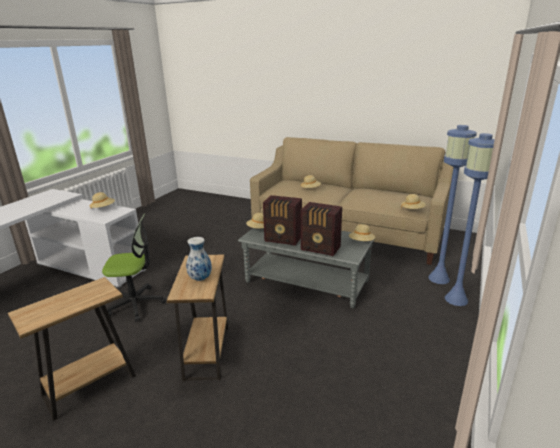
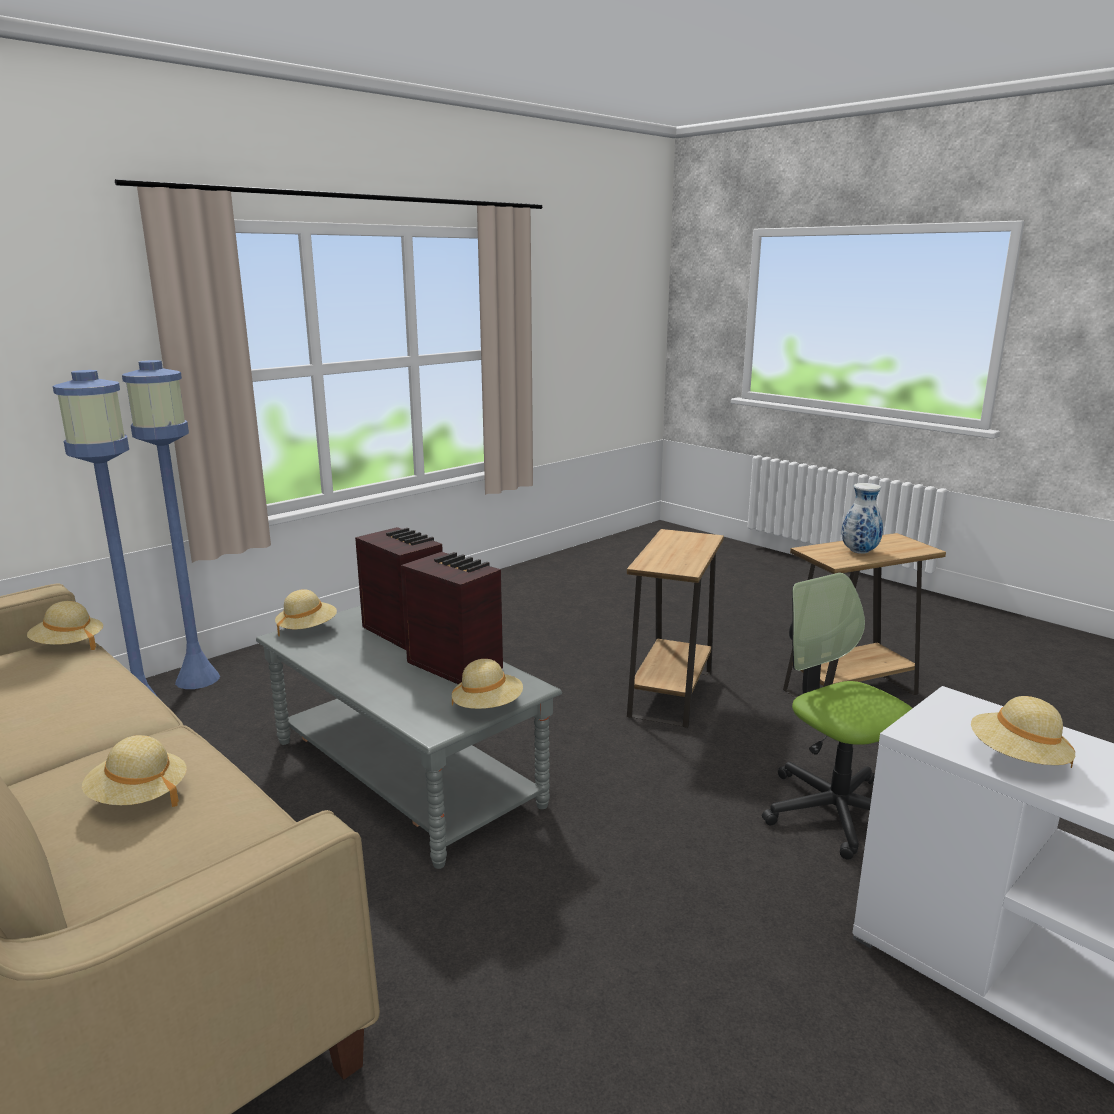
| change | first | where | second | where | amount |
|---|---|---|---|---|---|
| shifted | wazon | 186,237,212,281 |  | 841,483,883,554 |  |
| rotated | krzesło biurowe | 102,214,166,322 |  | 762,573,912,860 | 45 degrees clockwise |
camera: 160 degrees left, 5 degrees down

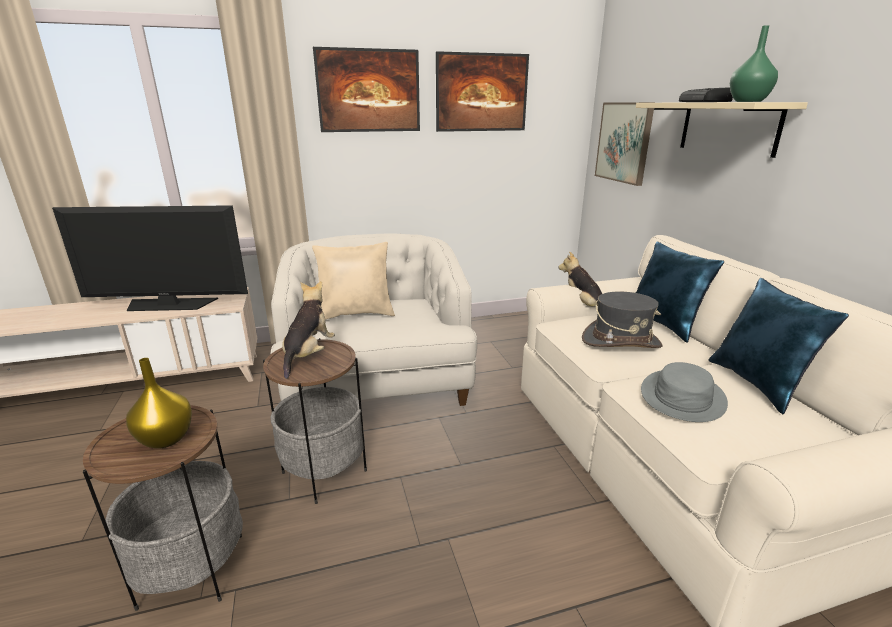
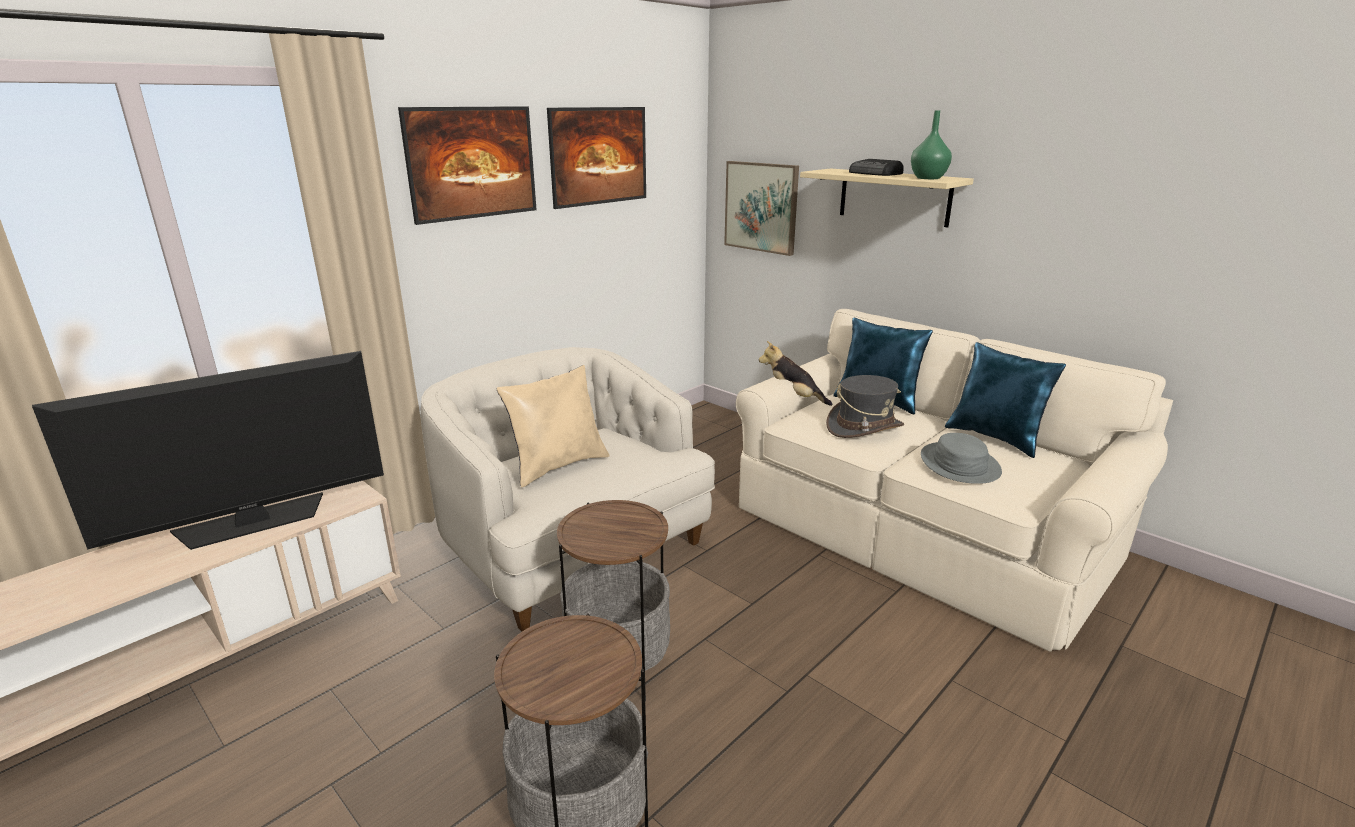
| change | first | where | second | where | amount |
|---|---|---|---|---|---|
| gone | wazon/żółty | 126,358,192,449 |  |  |  |
| gone | pluszak | 282,281,335,379 |  |  |  |
camera: 30 degrees left, 0 degrees up

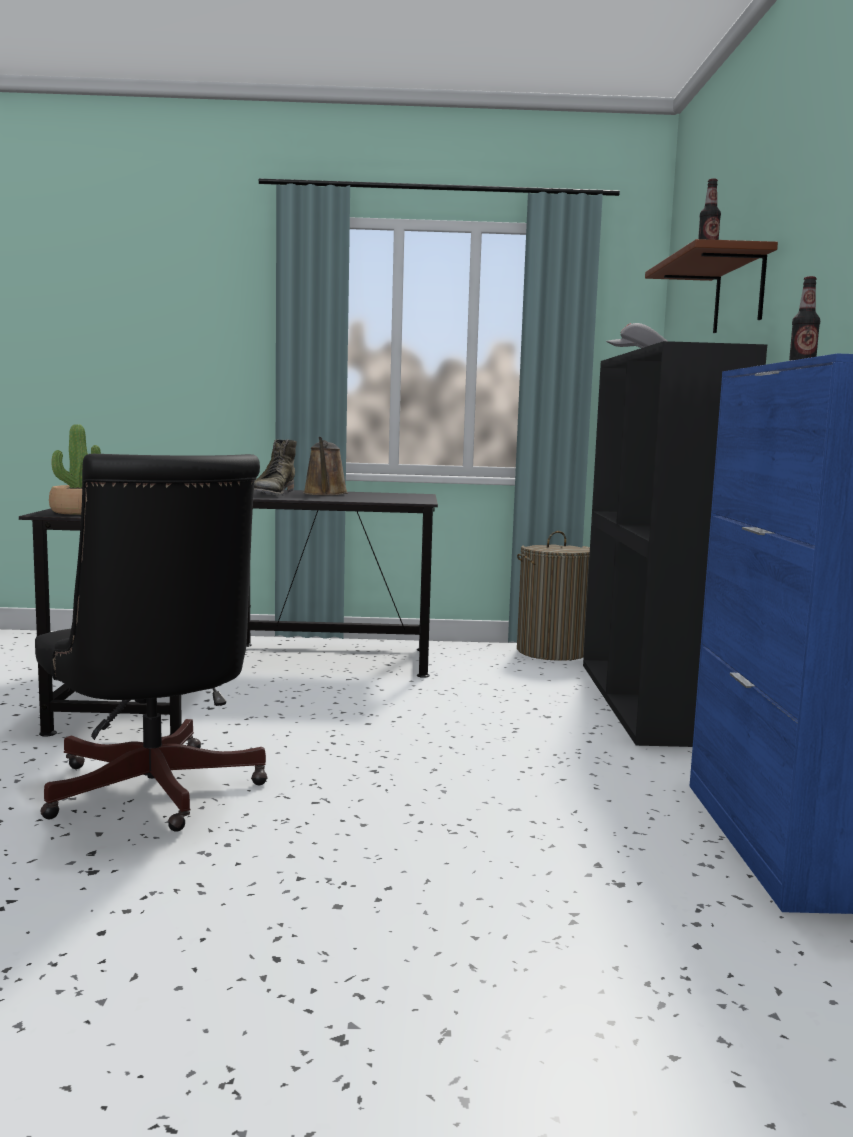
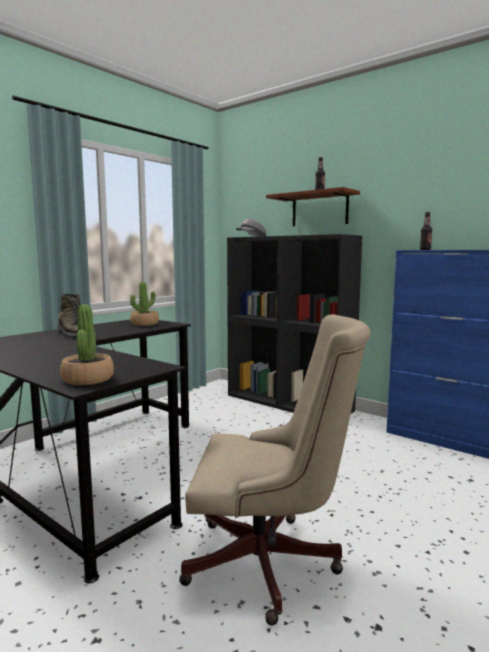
| change | first | where | second | where | amount |
|---|---|---|---|---|---|
| gone | konewka/brązowy | 303,437,348,496 |  |  |  |
| gone | kosz na pranie | 517,531,590,661 |  |  |  |
| new |  |  | roślina doniczkowa | 130,282,159,326 |  |
| repainted | krzesło biurowe/czarny | 35,454,268,832 | krzesło biurowe/beżowy | 179,314,370,625 |  |
camera: 50 degrees left, 0 degrees up

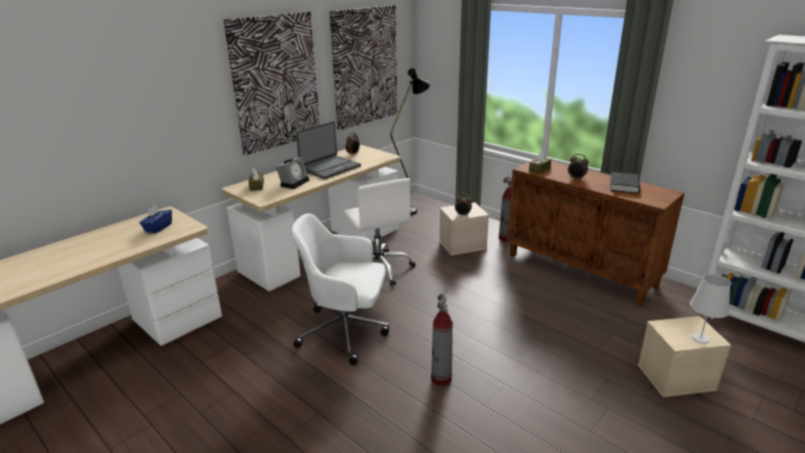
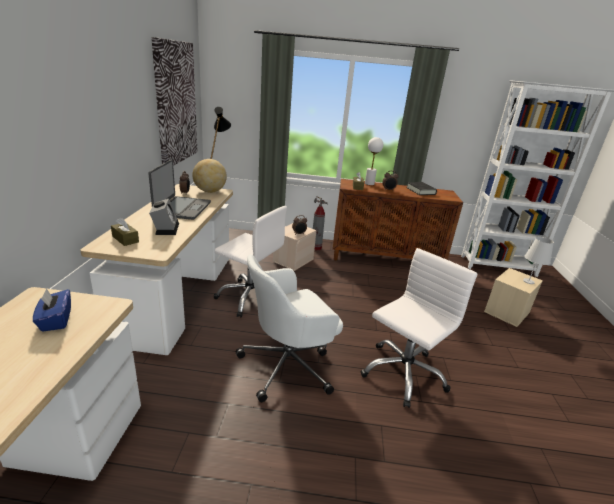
| change | first | where | second | where | amount |
|---|---|---|---|---|---|
| gone | obraz | 224,11,320,155 |  |  |  |
| new |  |  | globus | 192,159,227,193 |  |
| new |  |  | lampa stołowa/biały | 365,137,383,185 |  |
| swapped | gaśnica | 431,291,453,386 | krzesło biurowe/biały | 360,248,478,408 |  |
camera: 40 degrees left, 0 degrees up

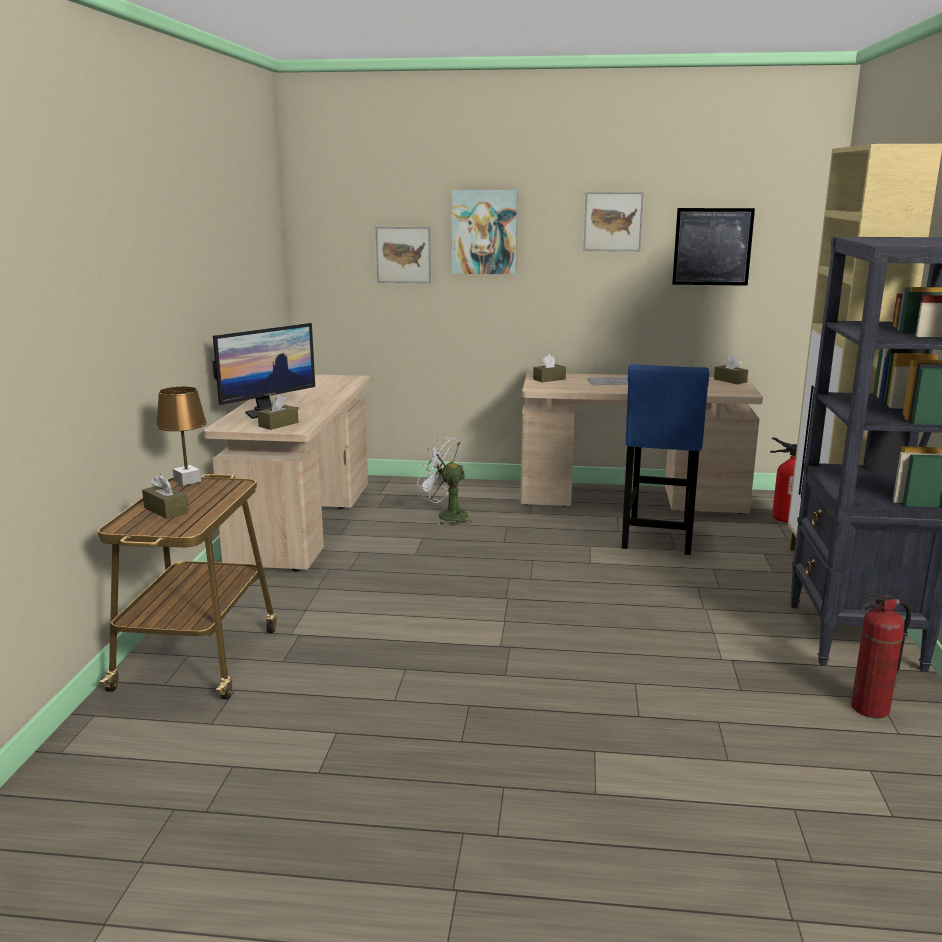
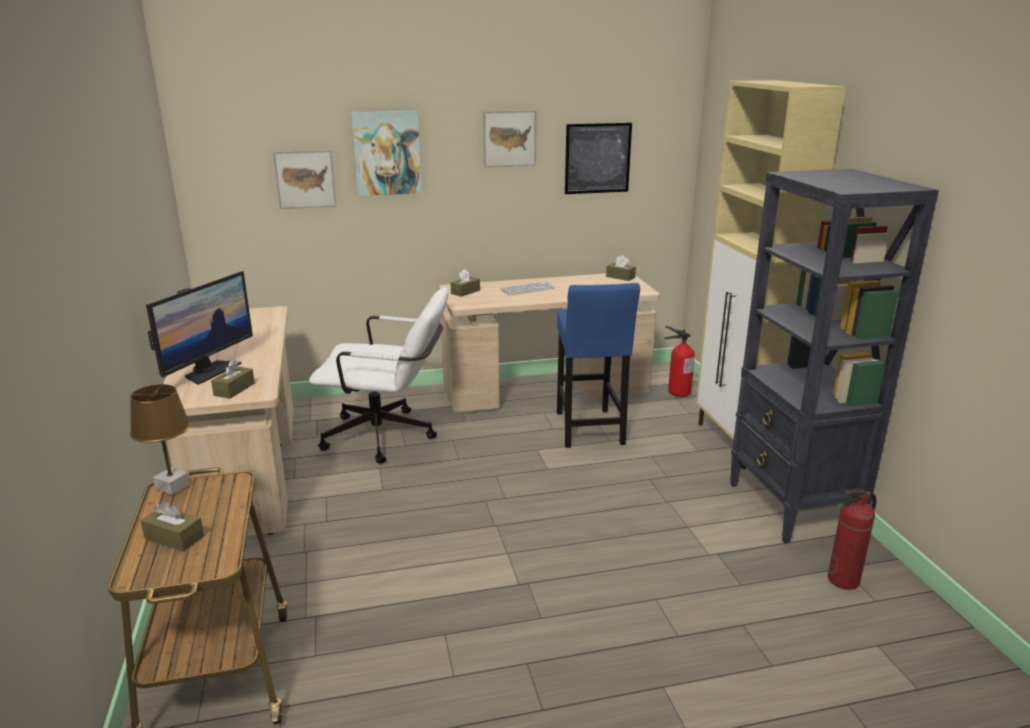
| change | first | where | second | where | amount |
|---|---|---|---|---|---|
| swapped | wentylator/biały | 417,436,472,526 | krzesło biurowe/biały | 309,287,449,464 |  |
camera: 20 degrees left, 5 degrees up

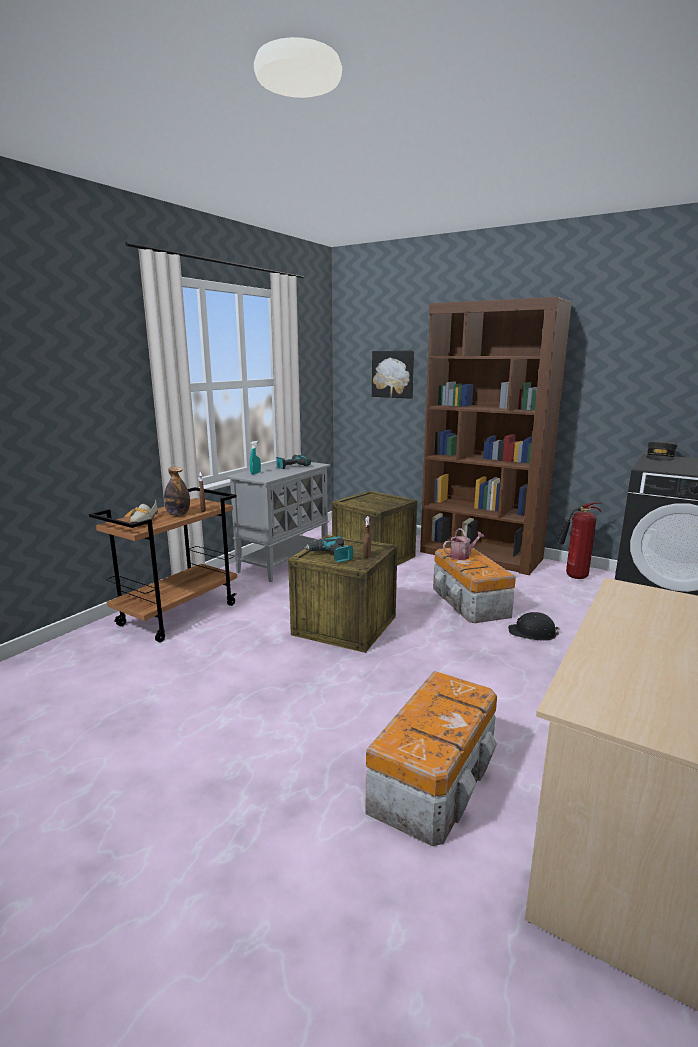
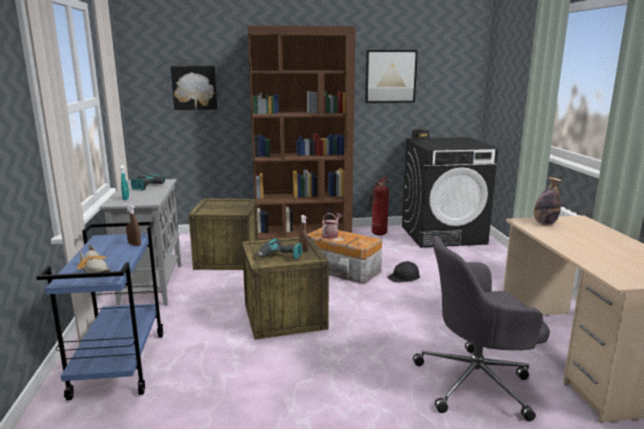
| change | first | where | second | where | amount |
|---|---|---|---|---|---|
| new |  |  | obraz | 365,50,418,103 |  |
| shifted | butelka | 164,467,190,516 |  | 534,177,562,225 |  |
| swapped | pojemnik do przechowywania | 365,671,497,846 | krzesło biurowe/szary | 413,236,550,421 |  |
| repainted | wózek/brązowy | 89,487,237,642 | wózek/niebieski | 36,222,163,400 |  |
camera: 40 degrees left, 0 degrees up

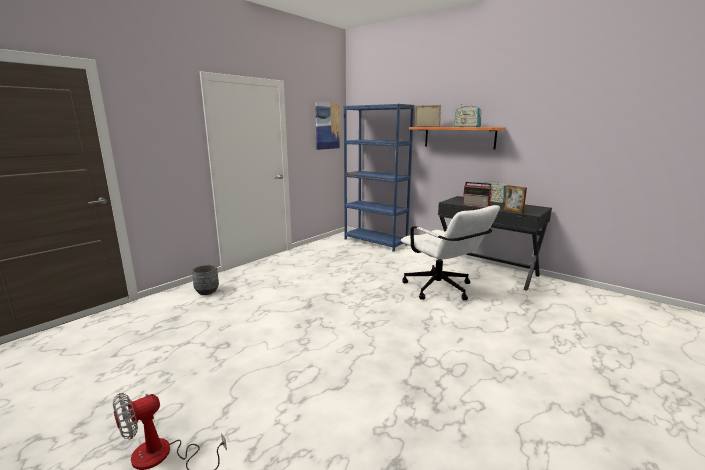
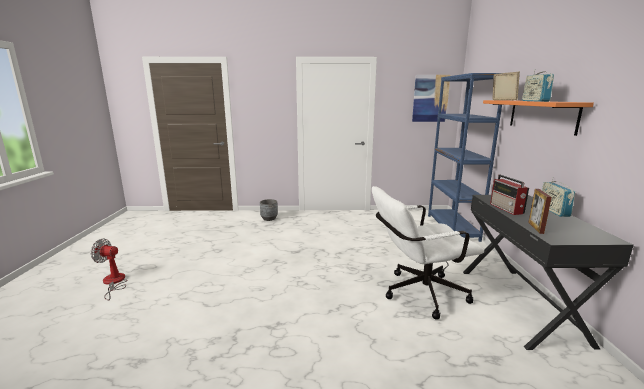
| change | first | where | second | where | amount |
|---|---|---|---|---|---|
| rotated | krzesło biurowe/biały | 401,205,500,300 |  | 372,186,484,320 | 60 degrees clockwise |
camera: 50 degrees right, 0 degrees up

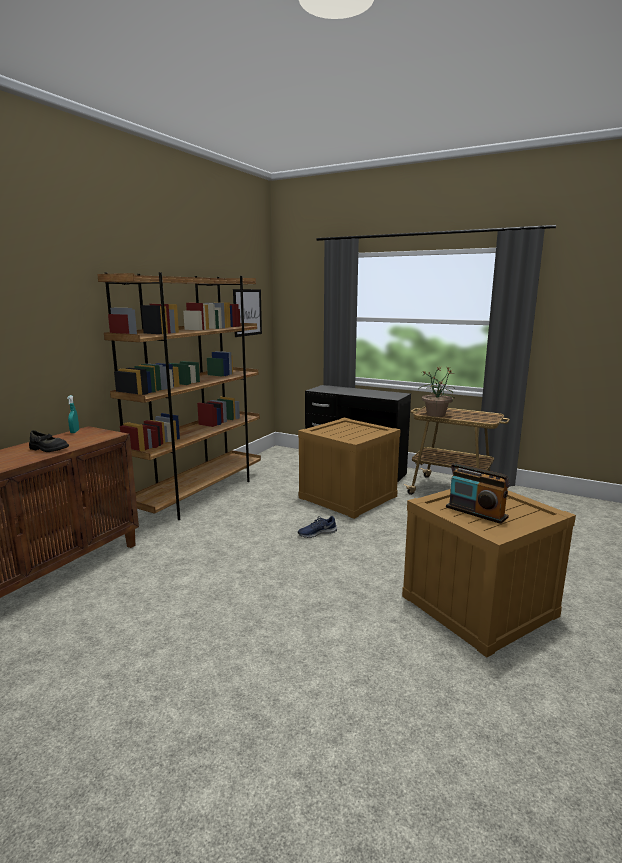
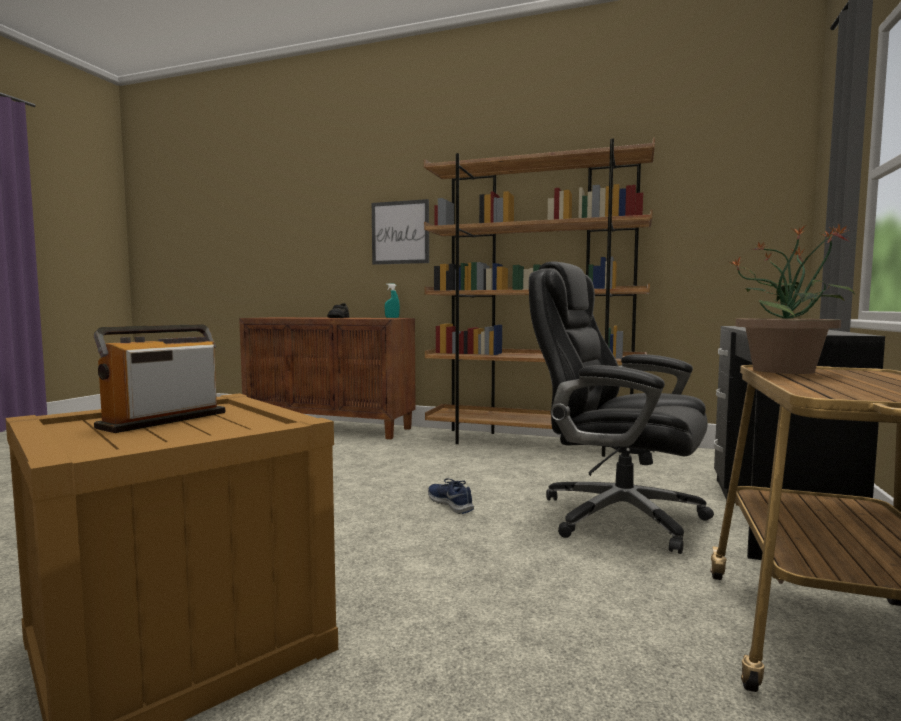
| change | first | where | second | where | amount |
|---|---|---|---|---|---|
| shifted | obraz | 233,289,262,337 |  | 372,199,429,265 |  |
| swapped | skrzynka | 298,418,401,519 | krzesło biurowe/czarny | 529,261,714,554 |  |
camera: 80 degrees right, 10 degrees down

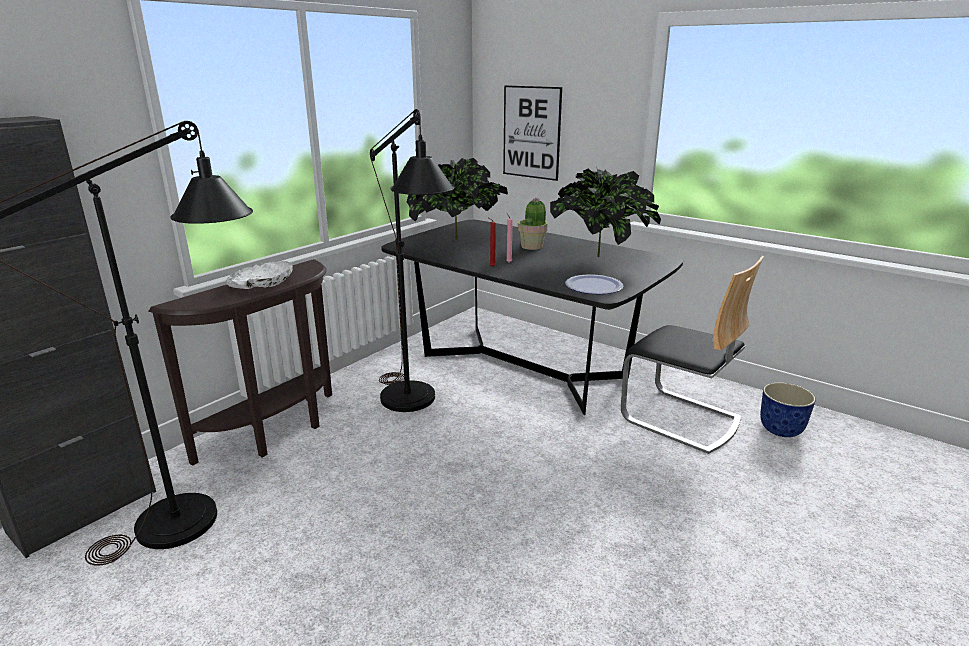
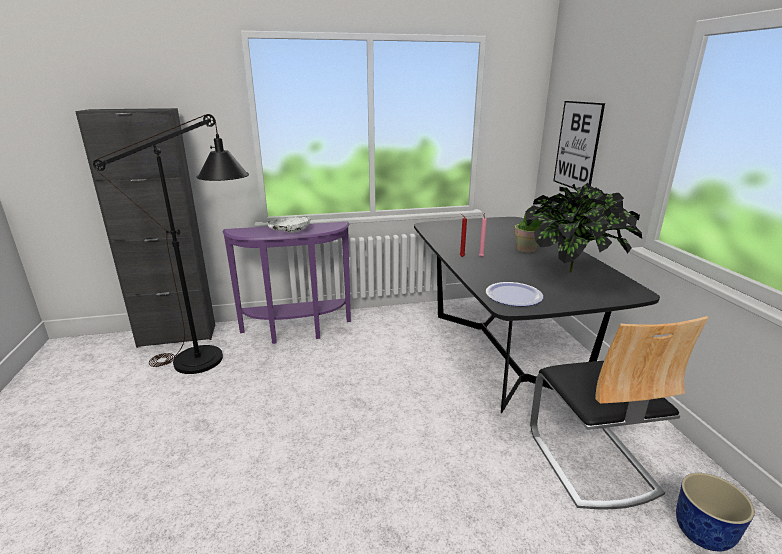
| change | first | where | second | where | amount |
|---|---|---|---|---|---|
| gone | lampa stojąca/czarny | 370,109,454,412 |  |  |  |
| gone | roślina doniczkowa | 407,158,508,240 |  |  |  |
| repainted | stolik konsolowy/brązowy | 149,259,332,466 | stolik konsolowy/fioletowy | 222,222,351,344 |  |
camera: 40 degrees right, 0 degrees up

